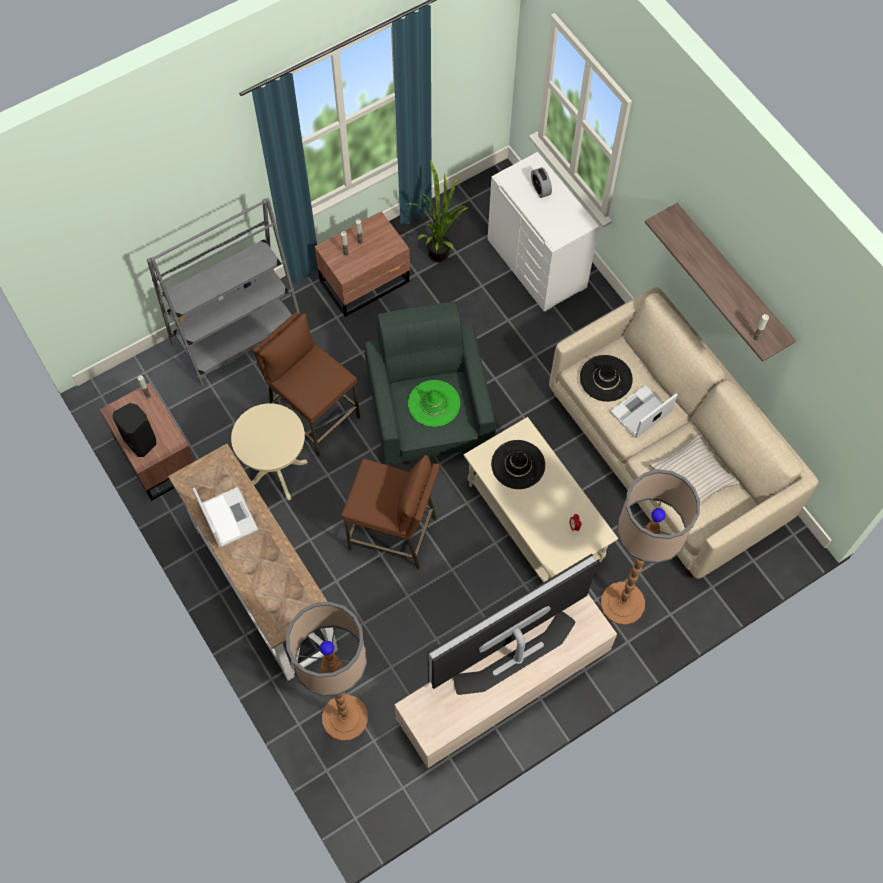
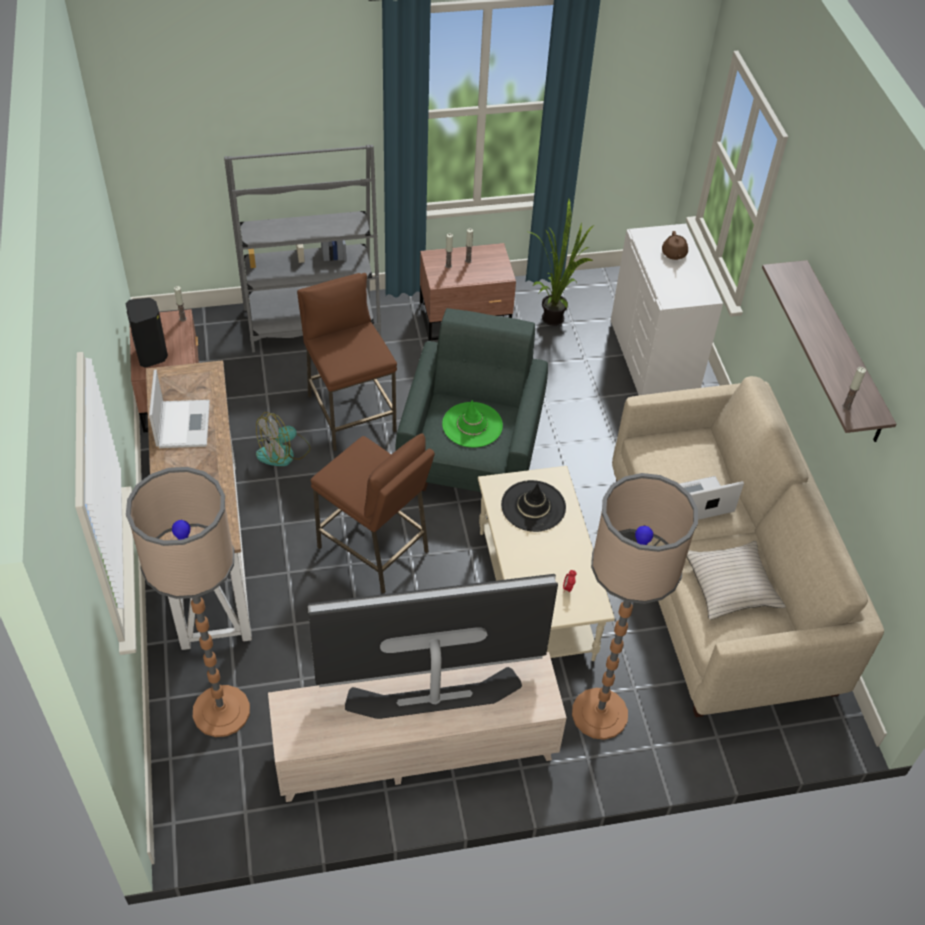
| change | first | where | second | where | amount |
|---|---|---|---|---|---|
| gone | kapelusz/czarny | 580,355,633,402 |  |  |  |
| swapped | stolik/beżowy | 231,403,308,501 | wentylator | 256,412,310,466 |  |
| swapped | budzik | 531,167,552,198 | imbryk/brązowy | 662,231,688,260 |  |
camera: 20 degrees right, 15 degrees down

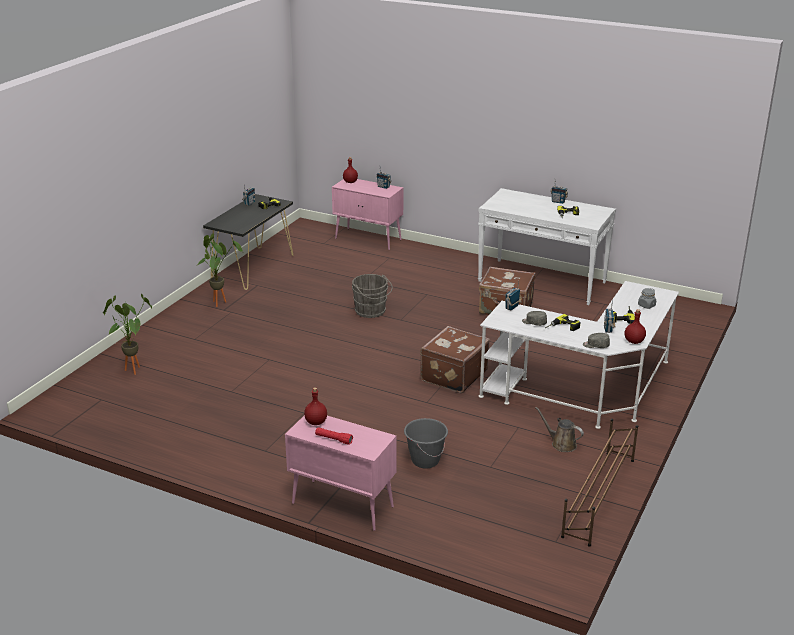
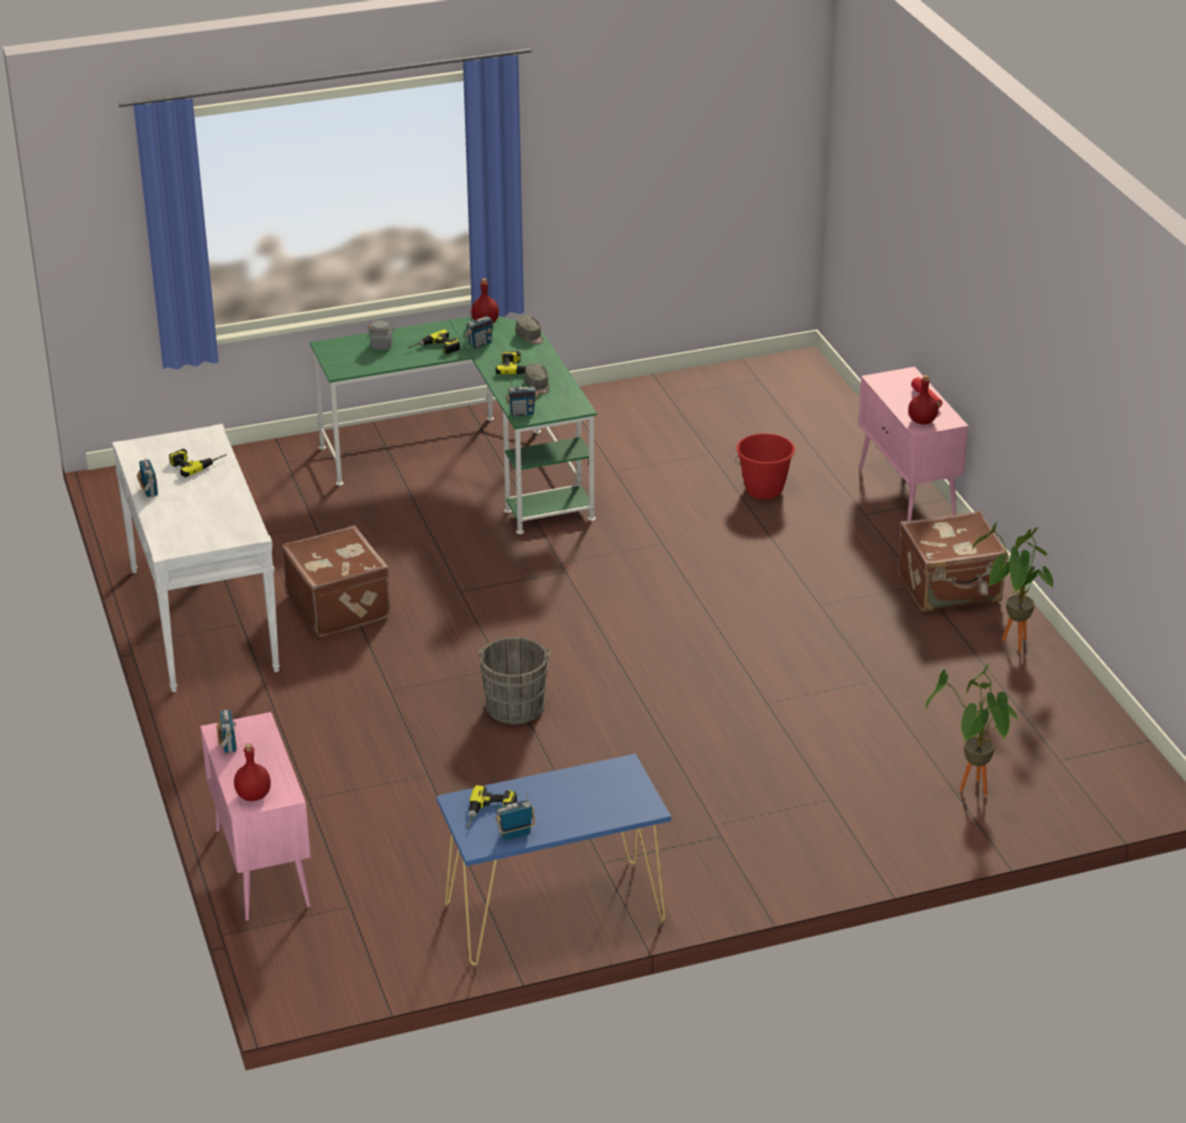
| change | first | where | second | where | amount |
|---|---|---|---|---|---|
| gone | konewka/brązowy | 535,407,584,452 |  |  |  |
| gone | regał na buty/brązowy | 561,419,638,547 |  |  |  |
| shifted | roślina doniczkowa | 196,233,243,307 |  | 973,523,1053,652 |  |
| shifted | walizka/brązowy | 420,326,490,393 |  | 898,511,1008,612 |  |
| repainted | stolik konsolowy/czarny | 203,194,293,290 | stolik konsolowy/niebieski | 436,754,671,966 |  |
| repainted | wiadro/szary | 404,418,448,469 | wiadro/czerwony | 735,433,795,499 |  |
| repainted | biurko/biały | 479,281,679,429 | biurko/zielony | 310,316,597,534 |  |
camera: 135 degrees left, 5 degrees up

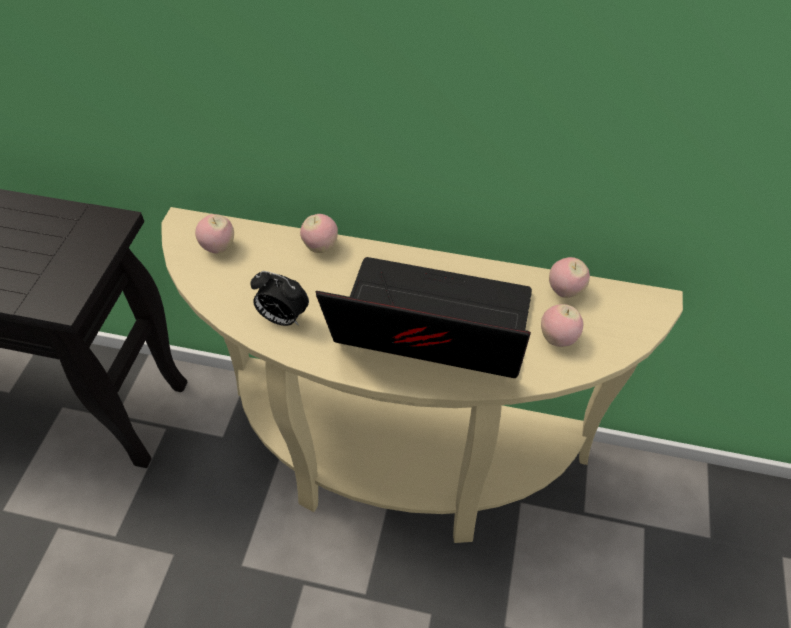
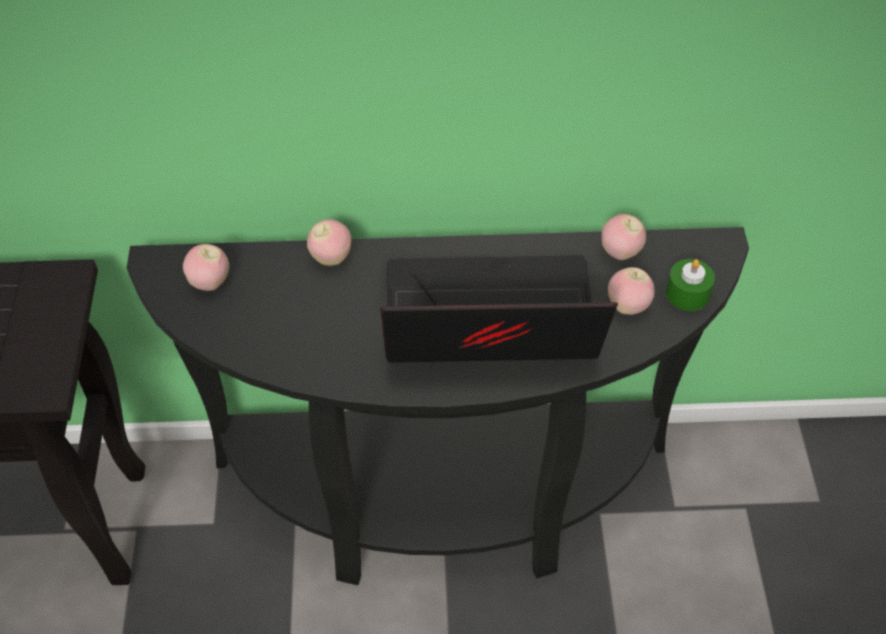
| change | first | where | second | where | amount |
|---|---|---|---|---|---|
| gone | budzik | 250,271,309,326 |  |  |  |
| new |  |  | świeca/zielony | 666,259,715,311 |  |
| repainted | stolik konsolowy/beżowy | 161,207,683,543 | stolik konsolowy/czarny | 127,227,749,585 |  |
camera: 15 degrees left, 0 degrees up

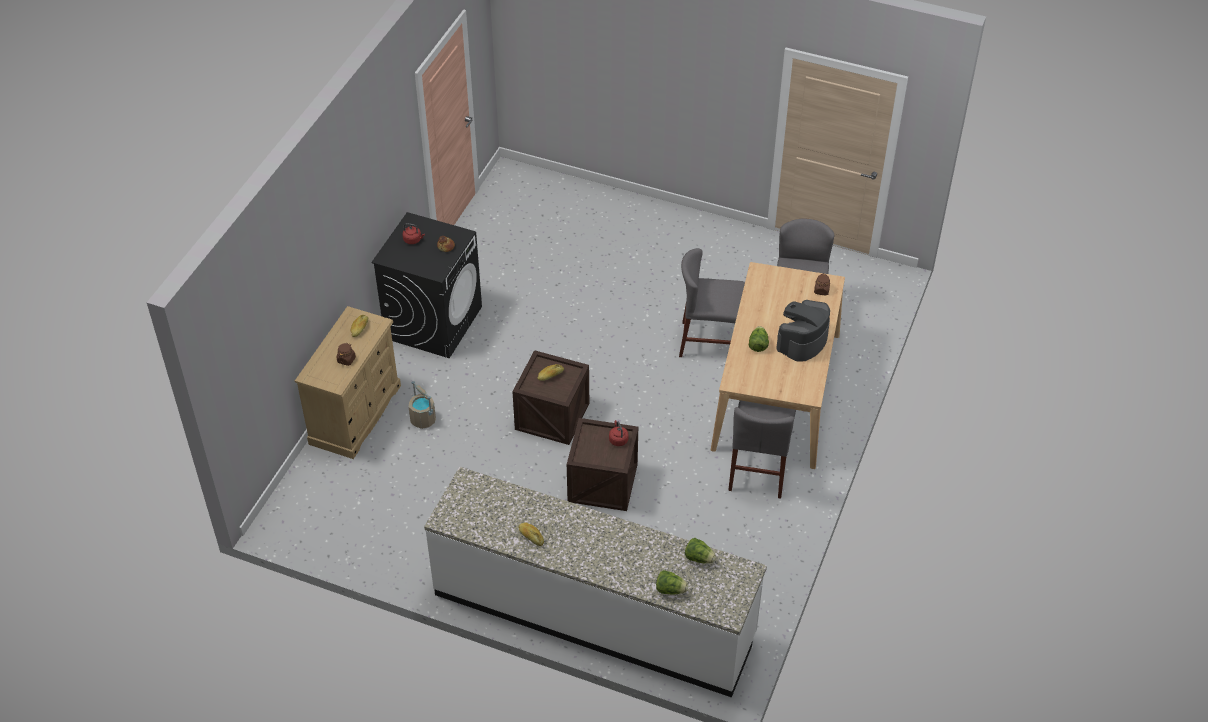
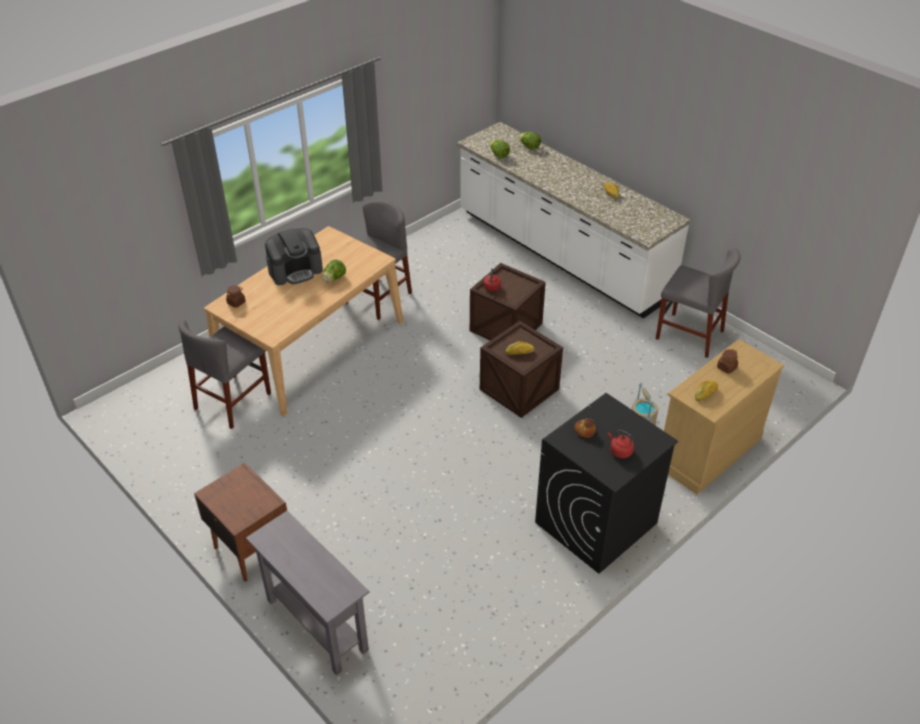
| change | first | where | second | where | amount |
|---|---|---|---|---|---|
| new |  |  | szafka nocna/brązowy | 194,462,287,581 |  |
| new |  |  | stolik konsolowy/szary | 246,511,369,675 |  |
| shifted | krzesło/szary | 679,248,745,357 |  | 656,248,741,358 |  |
camera: 155 degrees left, 5 degrees down

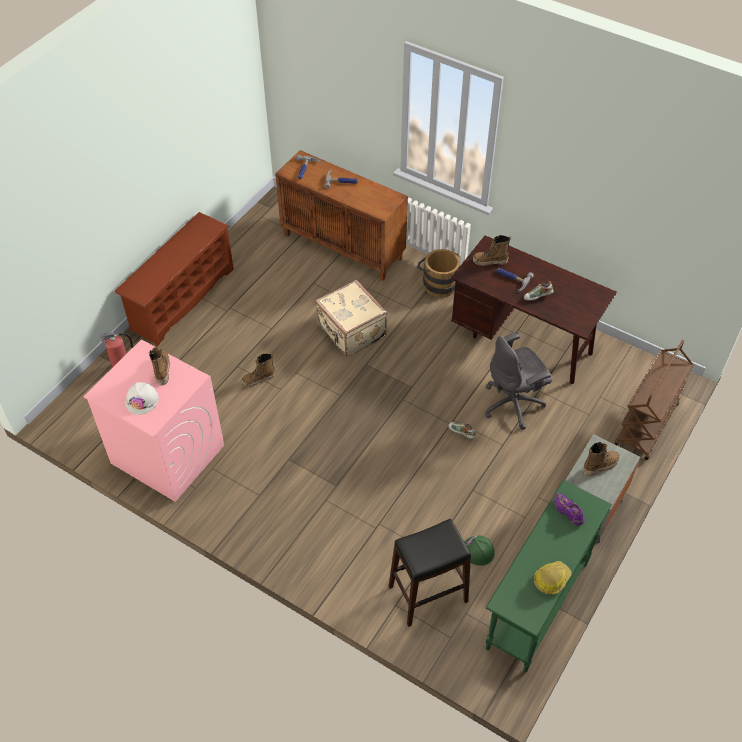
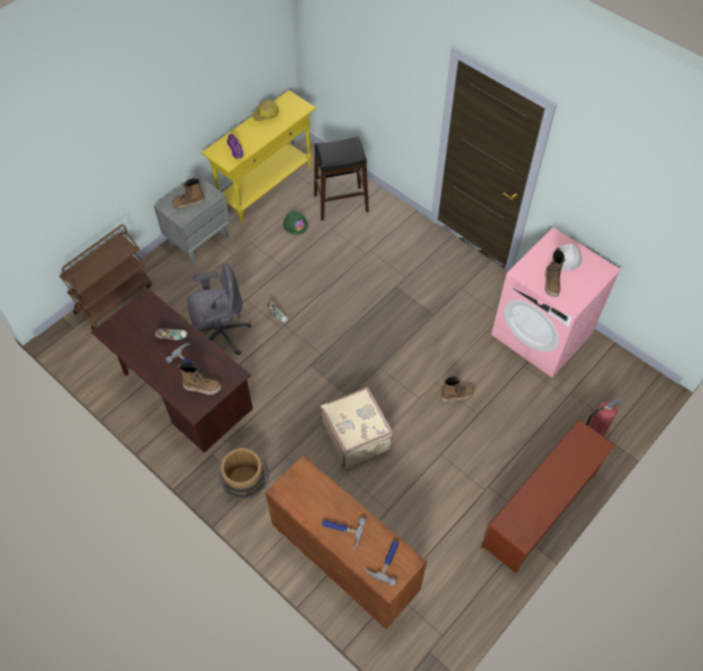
| change | first | where | second | where | amount |
|---|---|---|---|---|---|
| repainted | stolik konsolowy/zielony | 485,480,612,672 | stolik konsolowy/żółty | 201,90,316,222 |  |
camera: 170 degrees left, 5 degrees up

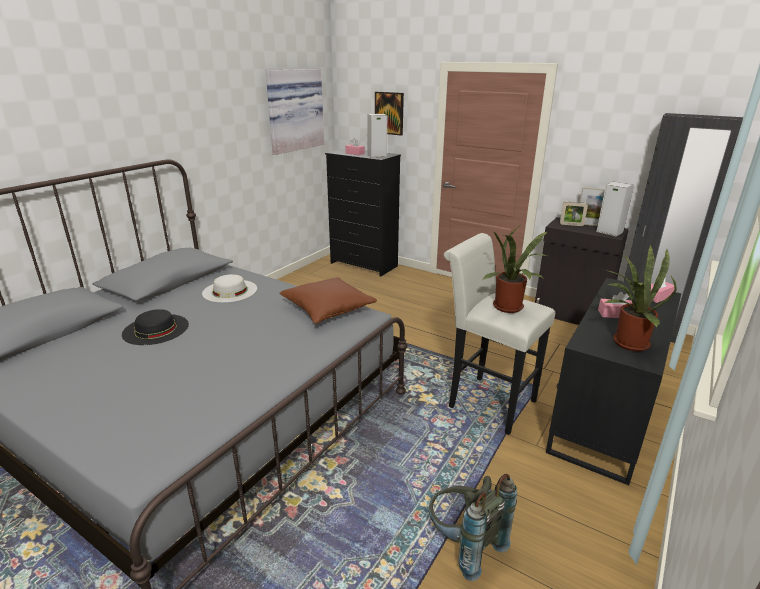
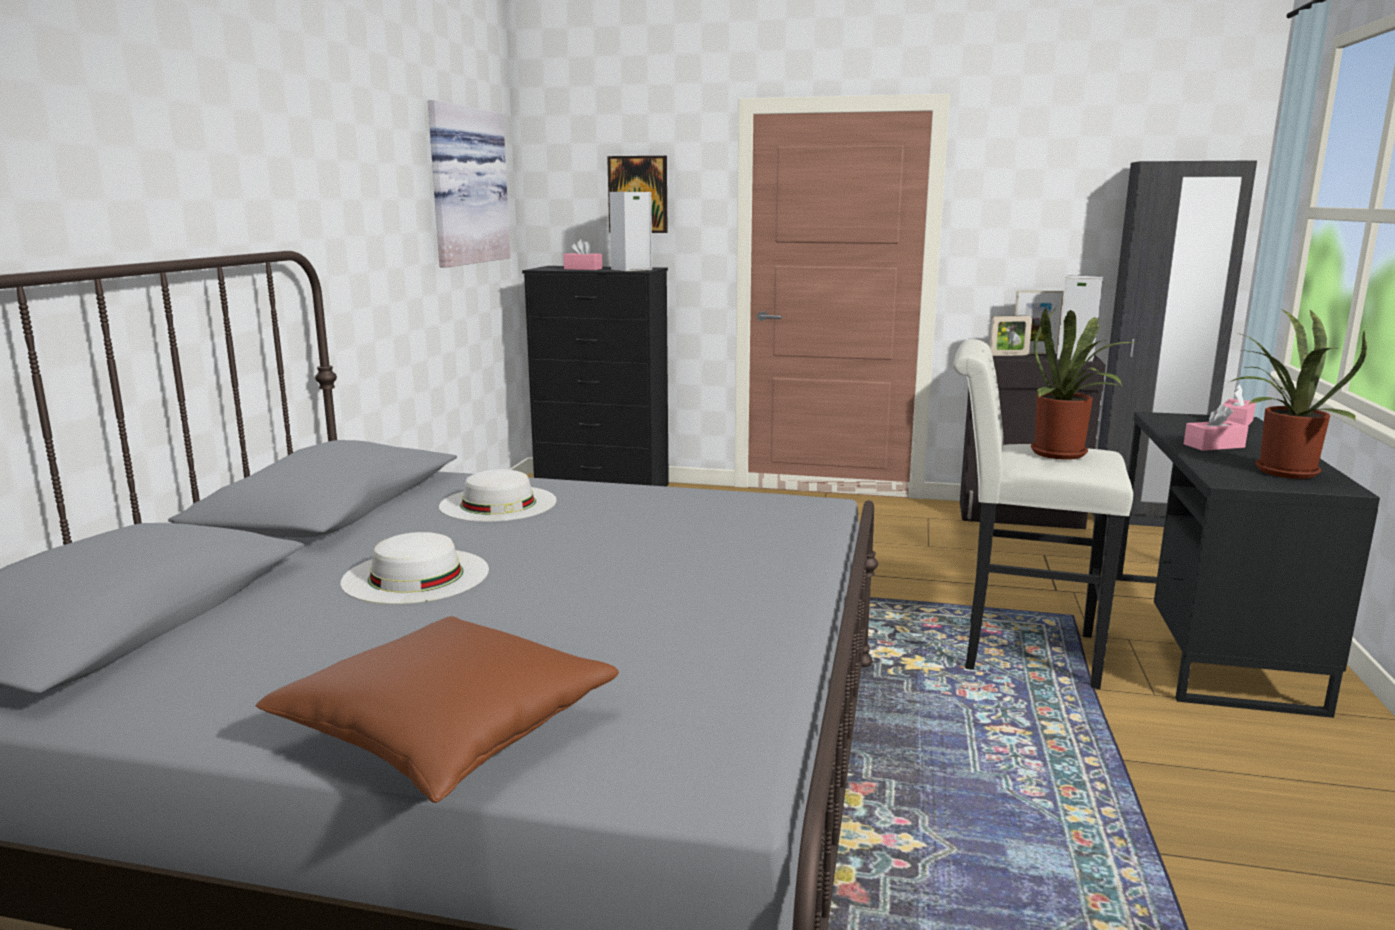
| change | first | where | second | where | amount |
|---|---|---|---|---|---|
| gone | plecak/szary | 429,474,517,581 |  |  |  |
| shifted | poduszka/brązowy | 279,277,377,324 |  | 256,616,619,803 |  |
| repainted | kapelusz/czarny | 122,309,189,345 | kapelusz/biały | 340,532,489,604 |  |
camera: 20 degrees left, 10 degrees down

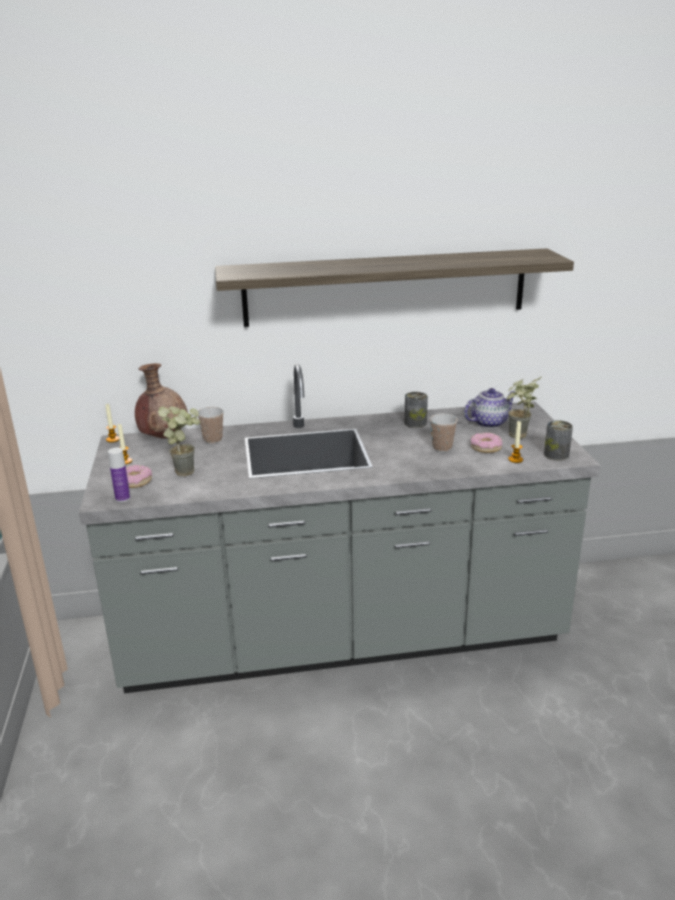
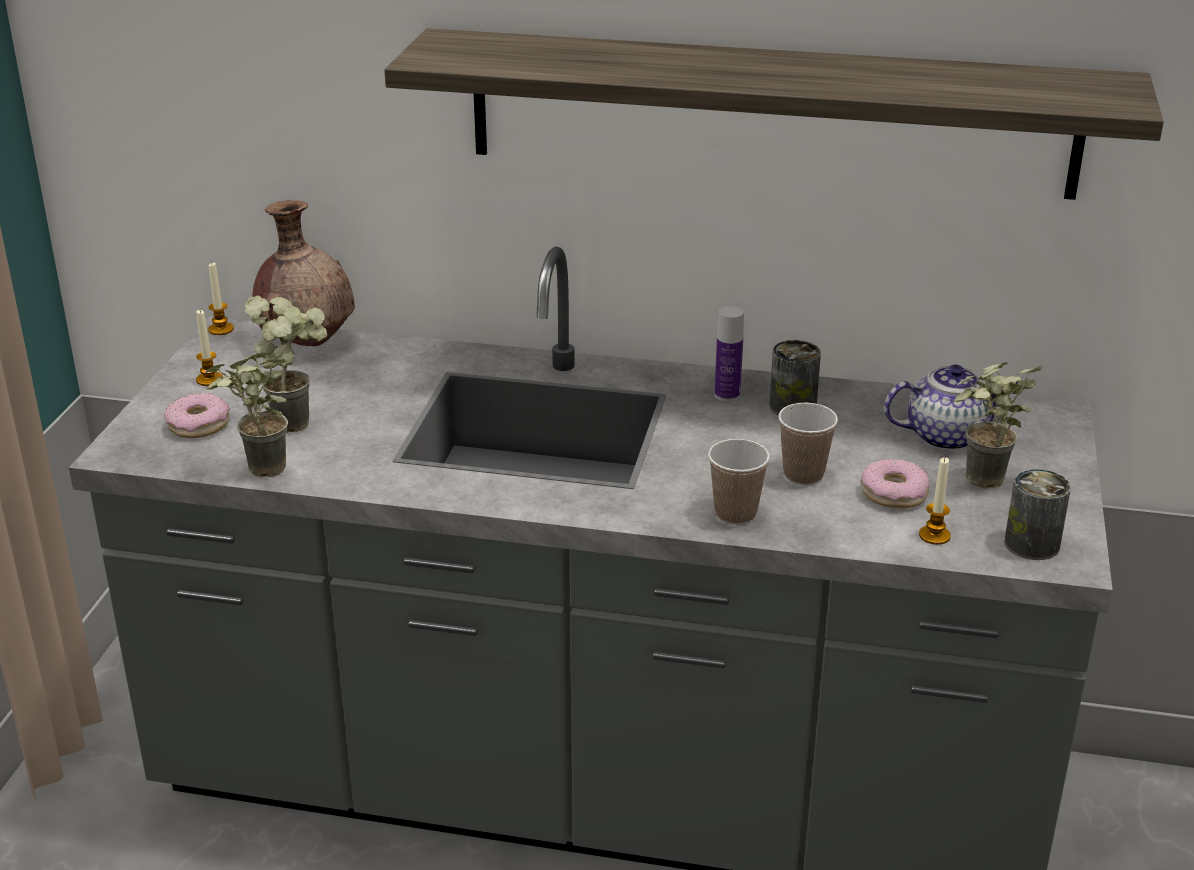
| change | first | where | second | where | amount |
|---|---|---|---|---|---|
| new |  |  | roślina doniczkowa | 206,353,288,477 |  |
| shifted | butelka | 108,448,131,502 |  | 715,306,744,402 |  |
| shifted | filiżanka | 198,407,224,444 |  | 708,439,770,525 |  |
camera: 20 degrees right, 5 degrees up

